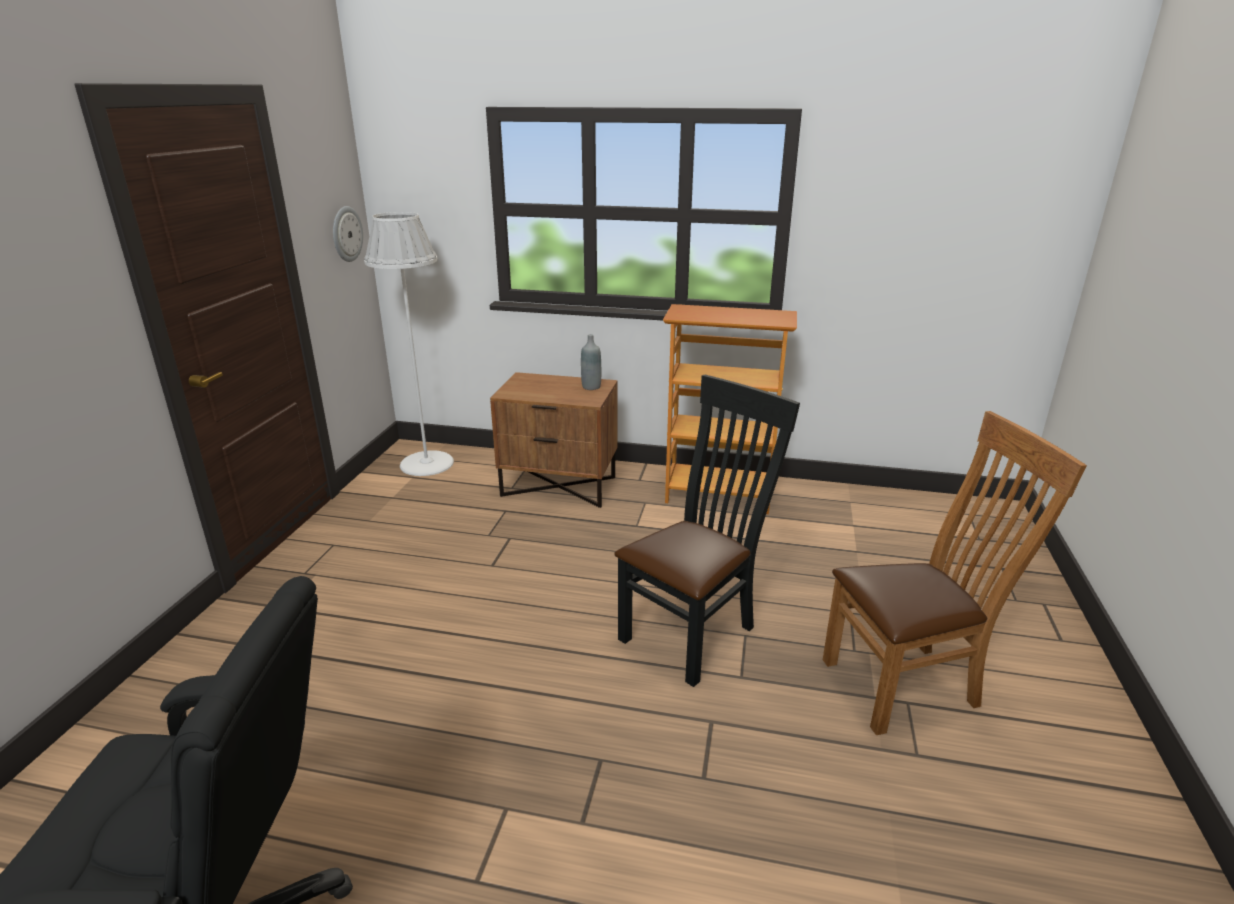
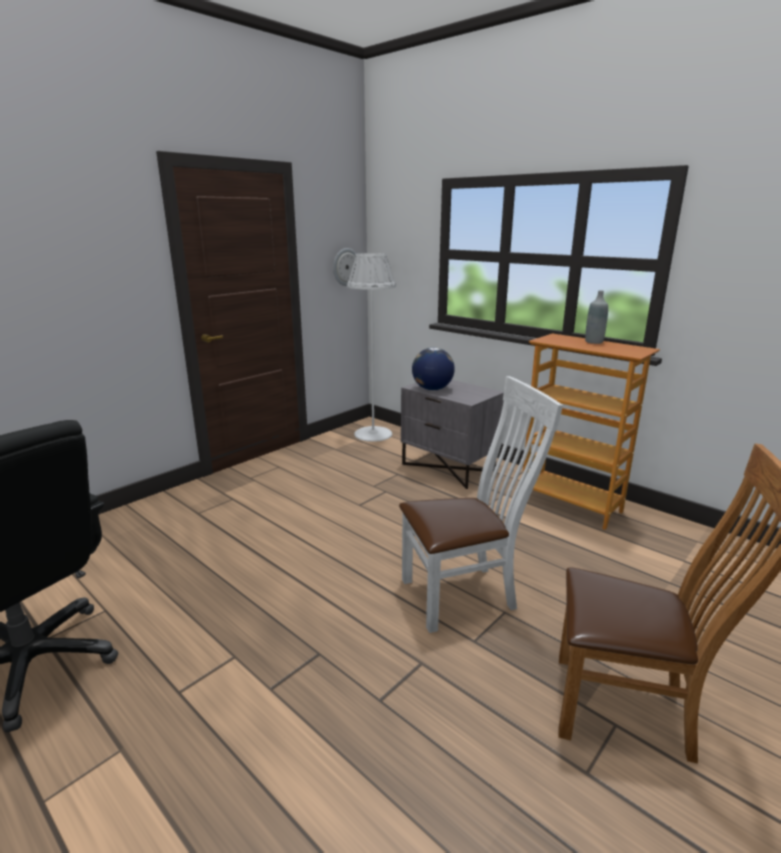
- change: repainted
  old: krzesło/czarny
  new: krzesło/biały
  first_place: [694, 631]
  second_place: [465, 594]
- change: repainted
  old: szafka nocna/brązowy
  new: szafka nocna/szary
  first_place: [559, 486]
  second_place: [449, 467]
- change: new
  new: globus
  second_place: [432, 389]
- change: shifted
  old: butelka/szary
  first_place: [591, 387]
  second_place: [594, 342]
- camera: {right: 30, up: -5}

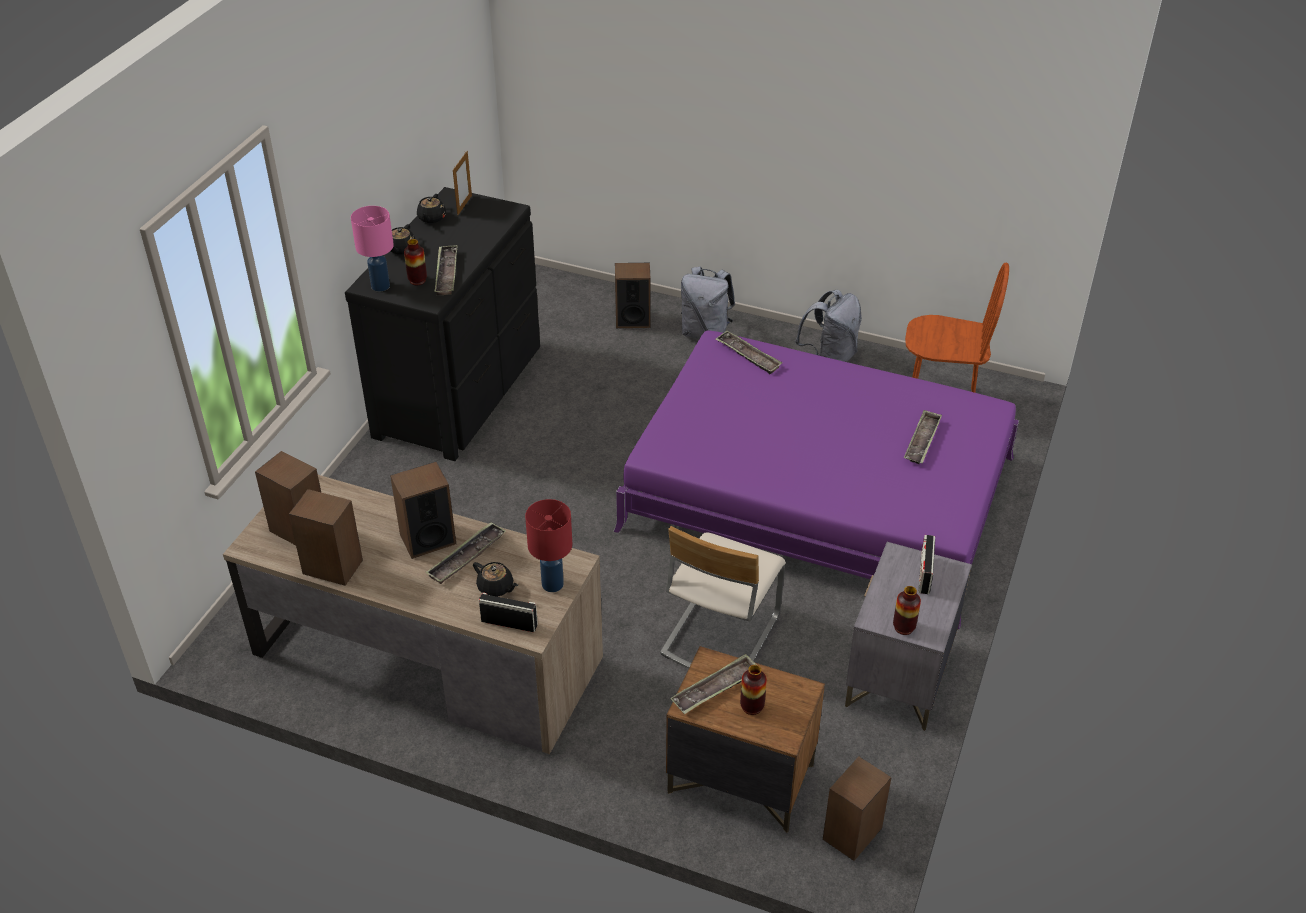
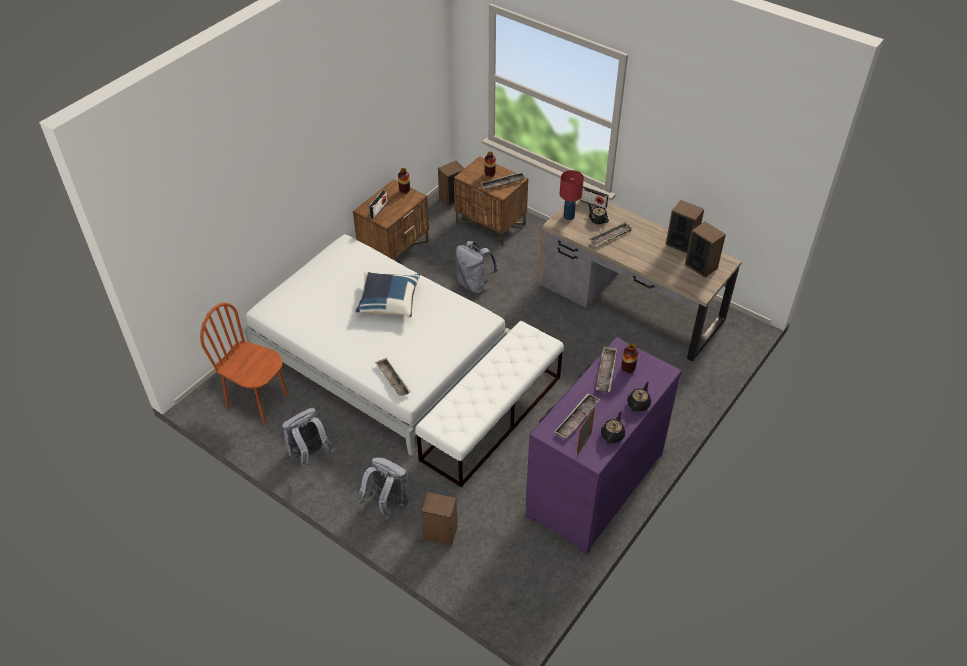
- change: repainted
  old: łóżko/fioletowy
  new: łóżko/biały
  first_place: [818, 493]
  second_place: [378, 351]
- change: repainted
  old: szafka nocna/szary
  new: szafka nocna/brązowy
  first_place: [899, 676]
  second_place: [394, 249]
- change: new
  new: poduszka/niebieski
  second_place: [388, 302]
- change: new
  new: ławka/biały
  second_place: [492, 417]
- change: swapped
  old: krzesło/beżowy
  new: plecak/szary
  first_place: [719, 634]
  second_place: [474, 284]
- change: repainted
  old: komoda/czarny
  new: komoda/fioletowy
  first_place: [461, 392]
  second_place: [592, 484]
- change: shifted
  old: taca
  first_place: [922, 441]
  second_place: [576, 418]
- change: gone
  old: lampa stołowa/różowy
  first_place: [380, 286]
- change: gone
  old: głośnik
  first_place: [427, 539]
- camera: {right: -165, up: 5}

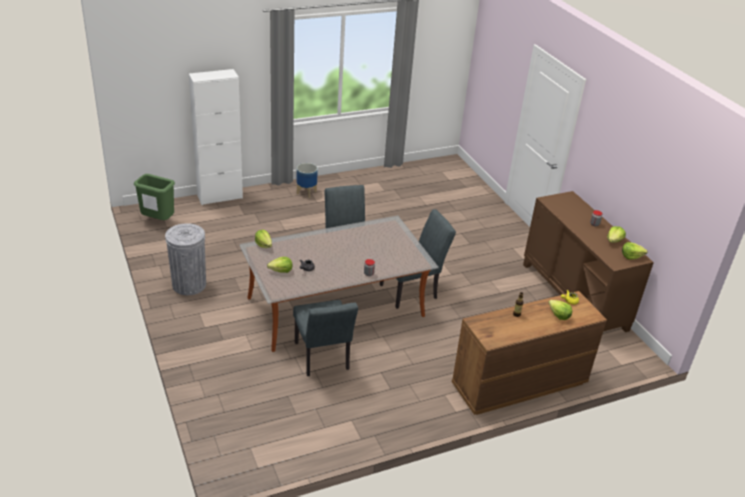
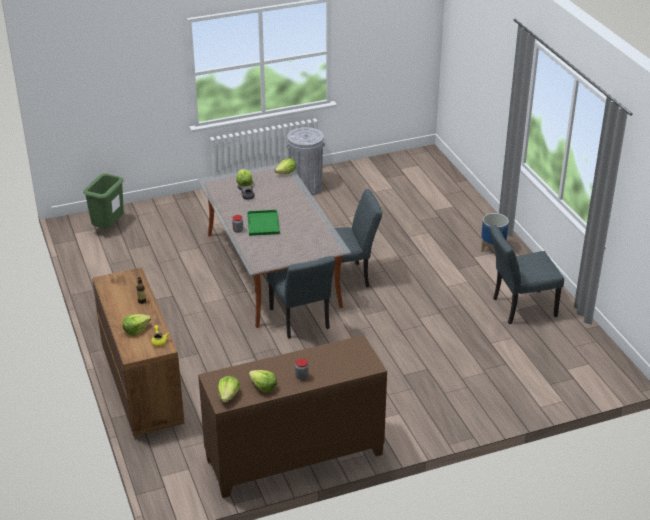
- change: shifted
  old: kosz na śmieci/zielony
  first_place: [157, 221]
  second_place: [108, 227]
- change: new
  new: taca/zielony
  second_place: [263, 224]
- change: shifted
  old: krzesło/szary
  first_place: [323, 359]
  second_place: [519, 308]
- change: gone
  old: szafka/biały
  first_place: [220, 197]
- camera: {right: 95, up: 0}

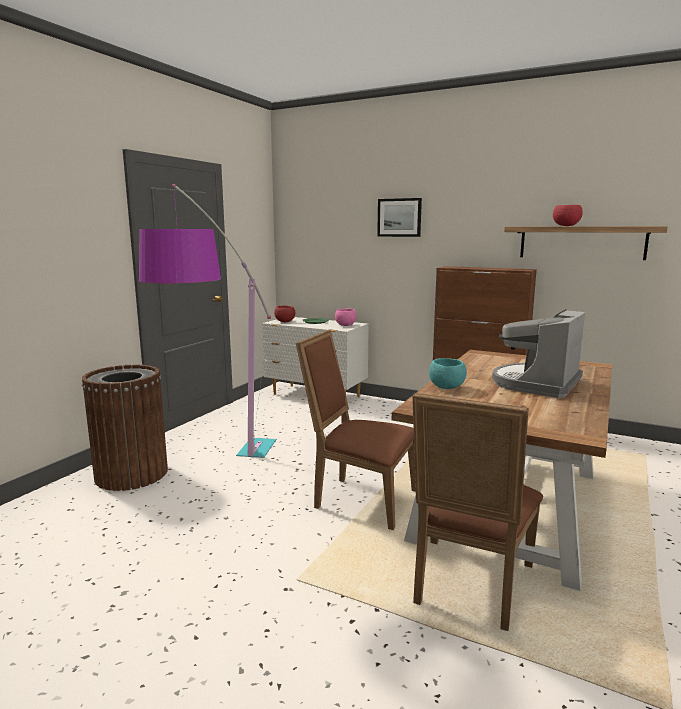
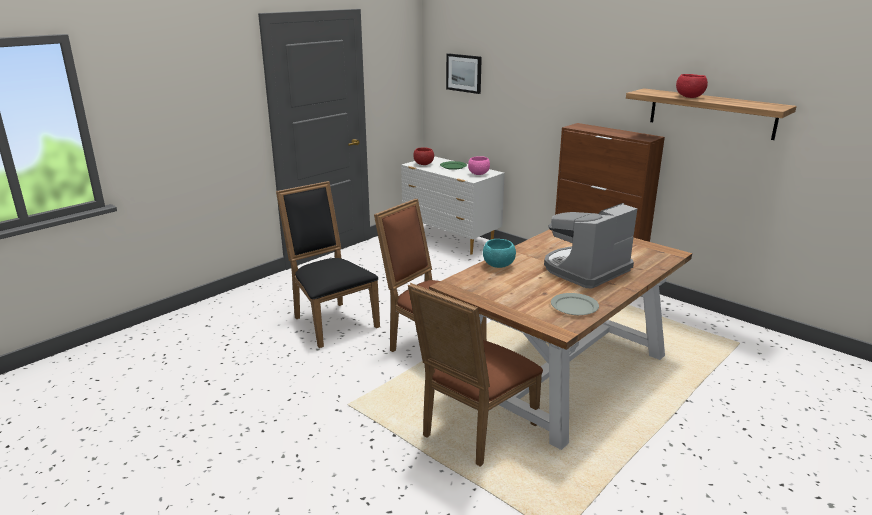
- change: swapped
  old: lampa stojąca
  new: krzesło/czarny
  first_place: [228, 485]
  second_place: [331, 321]
- change: shifted
  old: obraz
  first_place: [399, 217]
  second_place: [464, 73]
- change: new
  new: talerz/szary
  second_place: [574, 306]
- change: gone
  old: kosz na śmieci/brązowy
  first_place: [131, 474]
- camera: {right: 15, up: 10}

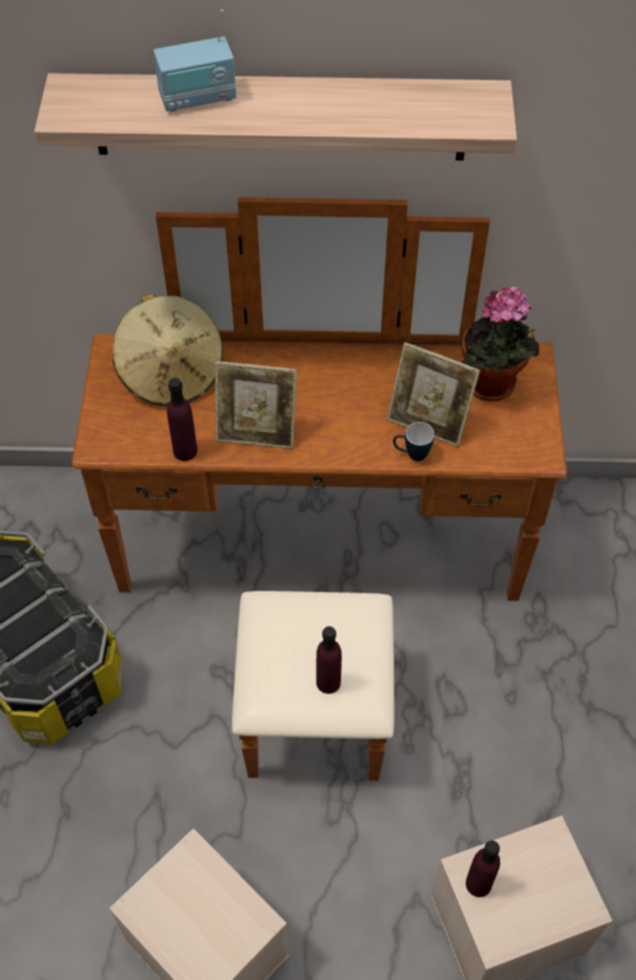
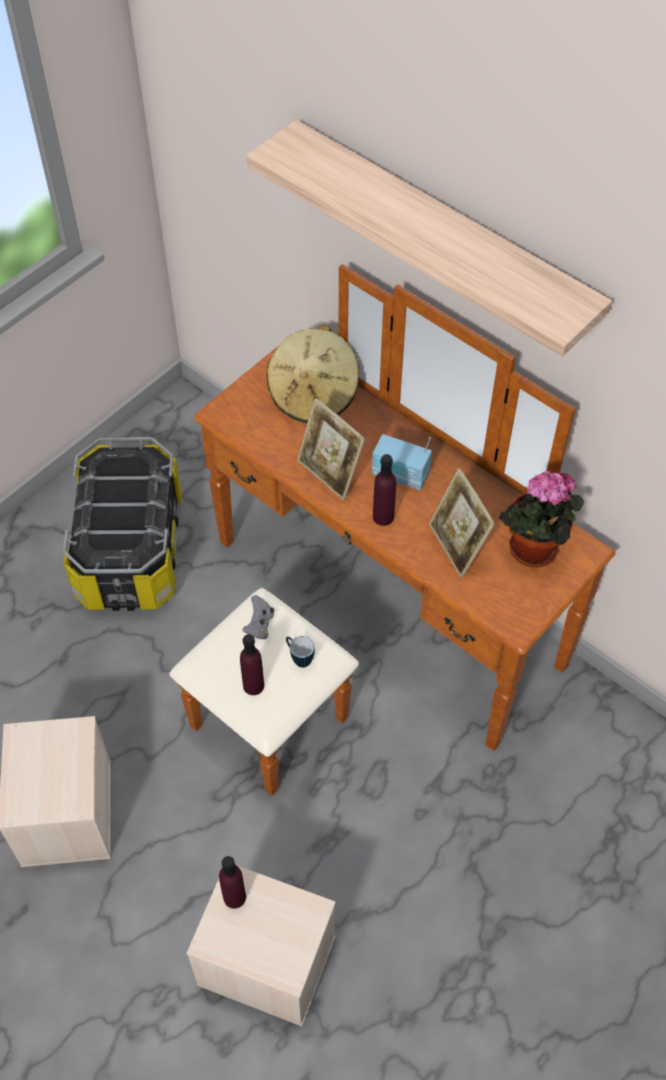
- change: new
  new: pad do gier/szary
  second_place: [259, 625]
- change: shifted
  old: kubek
  first_place: [411, 454]
  second_place: [299, 658]
- change: shifted
  old: radio
  first_place: [198, 98]
  second_place: [400, 475]
- change: shifted
  old: butelka/fioletowy
  first_place: [185, 451]
  second_place: [383, 517]
- camera: {right: 40, up: 0}

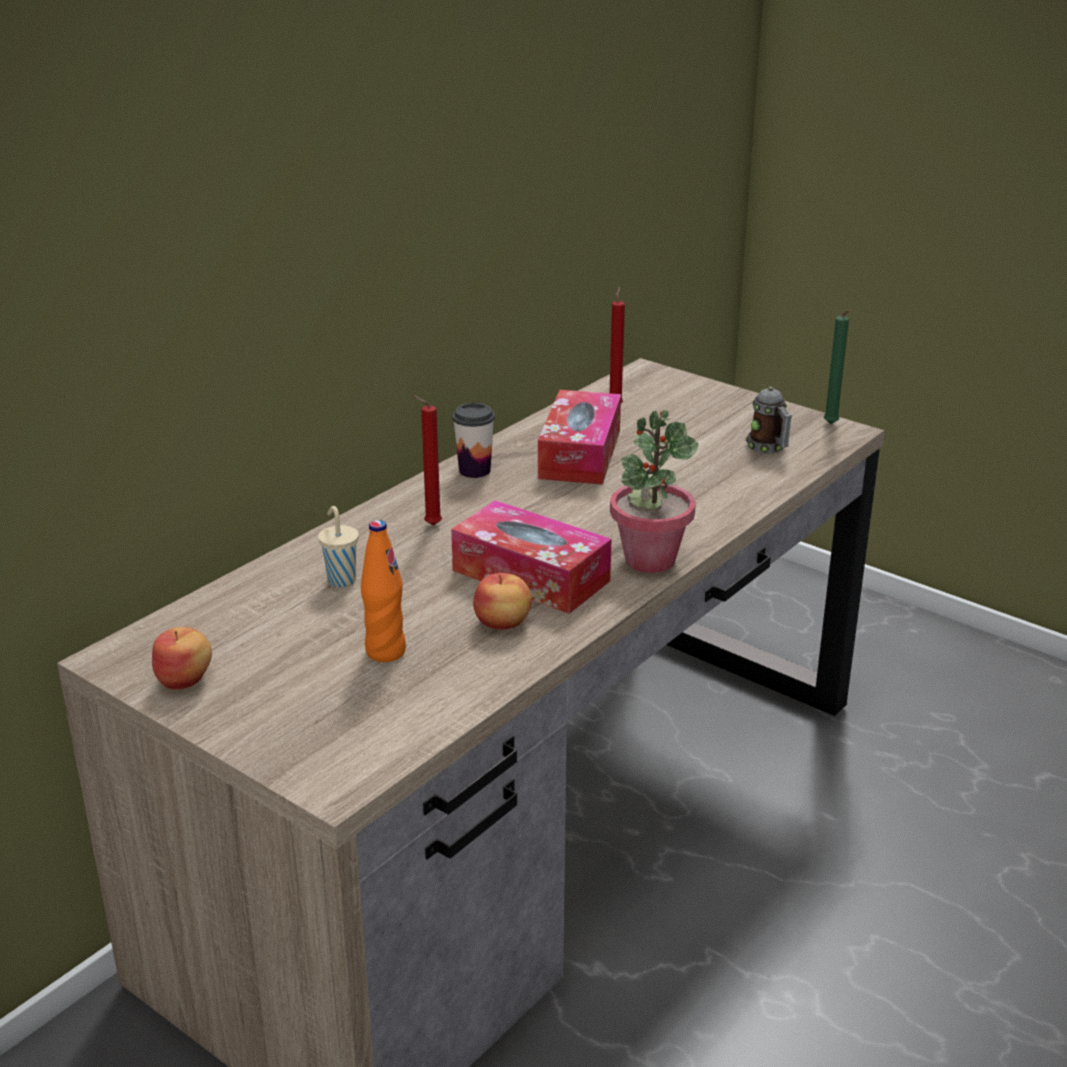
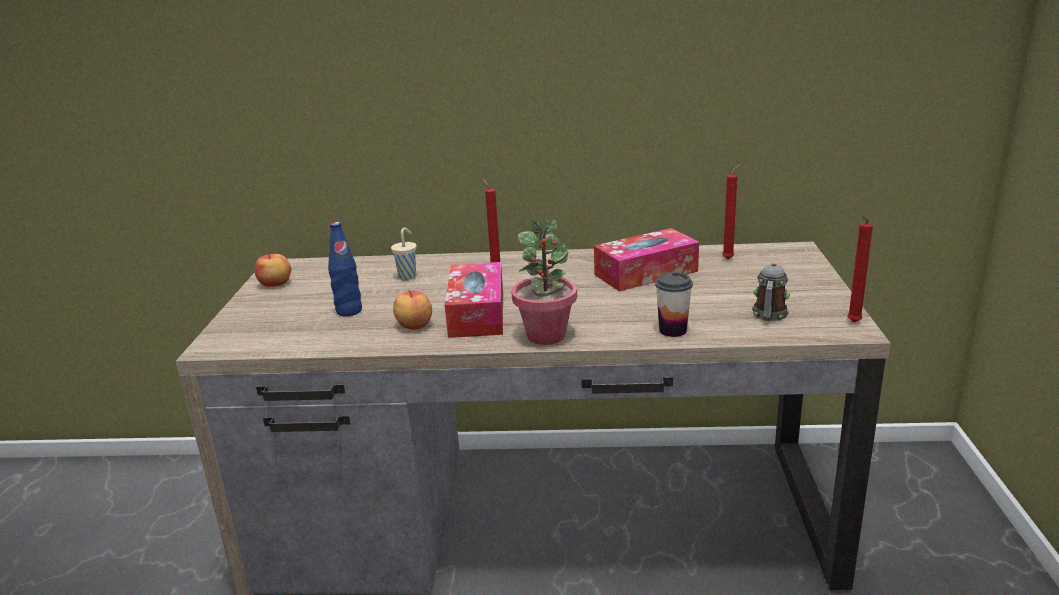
- change: repainted
  old: butelka/pomarańczowy
  new: butelka/niebieski
  first_place: [385, 651]
  second_place: [349, 311]
- change: shifted
  old: filiżanka
  first_place: [474, 470]
  second_place: [672, 330]
- change: repainted
  old: świeca/zielony
  new: świeca/czerwony
  first_place: [831, 425]
  second_place: [852, 323]
- camera: {right: 55, up: -5}

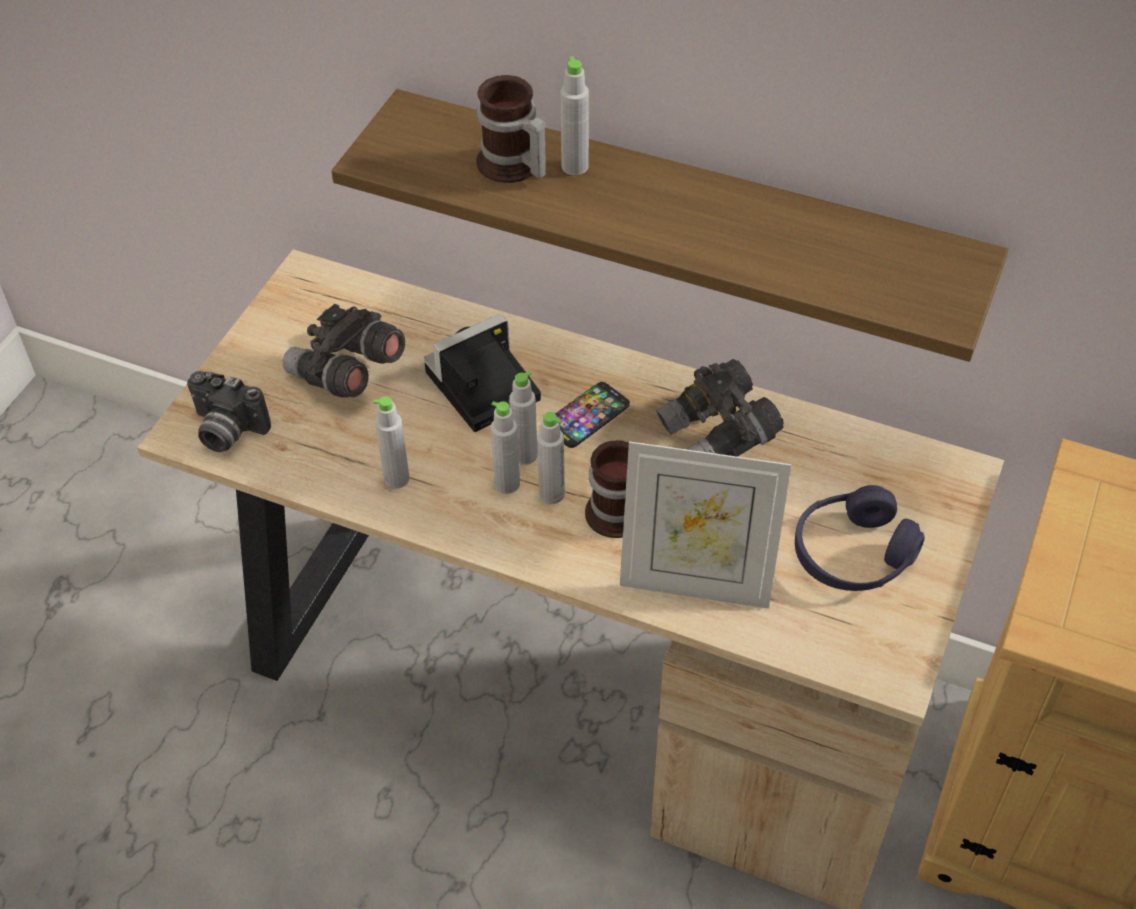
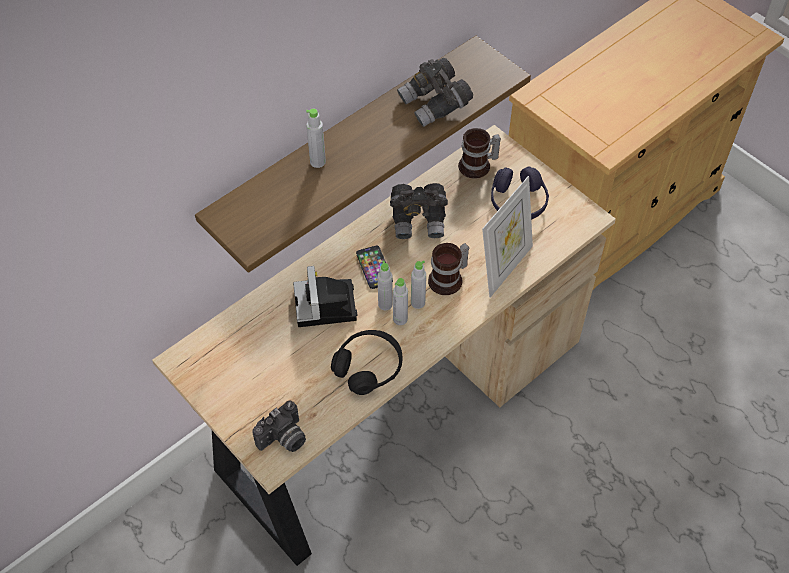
- change: swapped
  old: butelka/szary
  new: słuchawki/czarny
  first_place: [396, 479]
  second_place: [368, 367]
- change: shifted
  old: lornetka/szary
  first_place: [346, 372]
  second_place: [435, 104]
- change: shifted
  old: kubek
  first_place: [511, 167]
  second_place: [478, 166]
- camera: {right: -65, up: 5}

